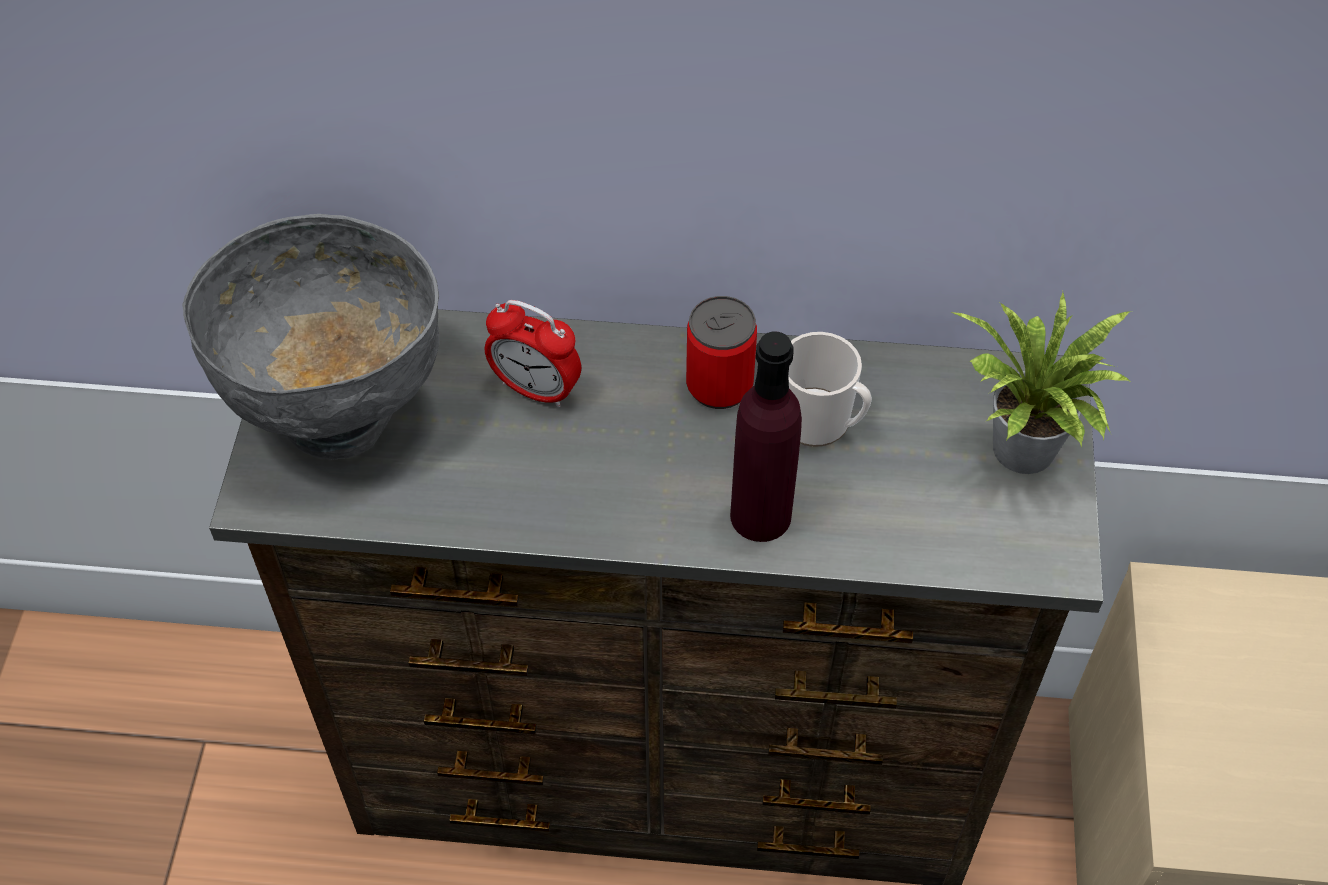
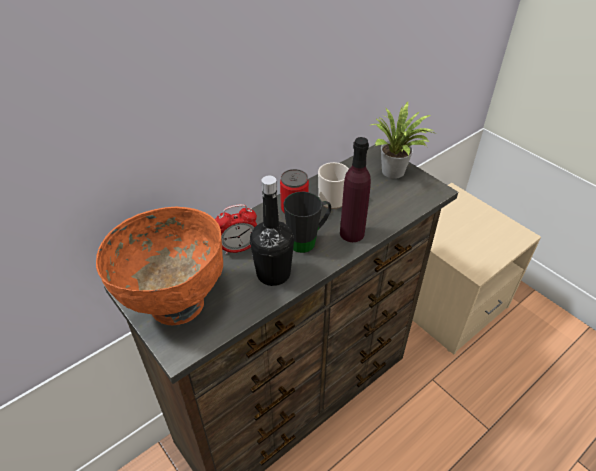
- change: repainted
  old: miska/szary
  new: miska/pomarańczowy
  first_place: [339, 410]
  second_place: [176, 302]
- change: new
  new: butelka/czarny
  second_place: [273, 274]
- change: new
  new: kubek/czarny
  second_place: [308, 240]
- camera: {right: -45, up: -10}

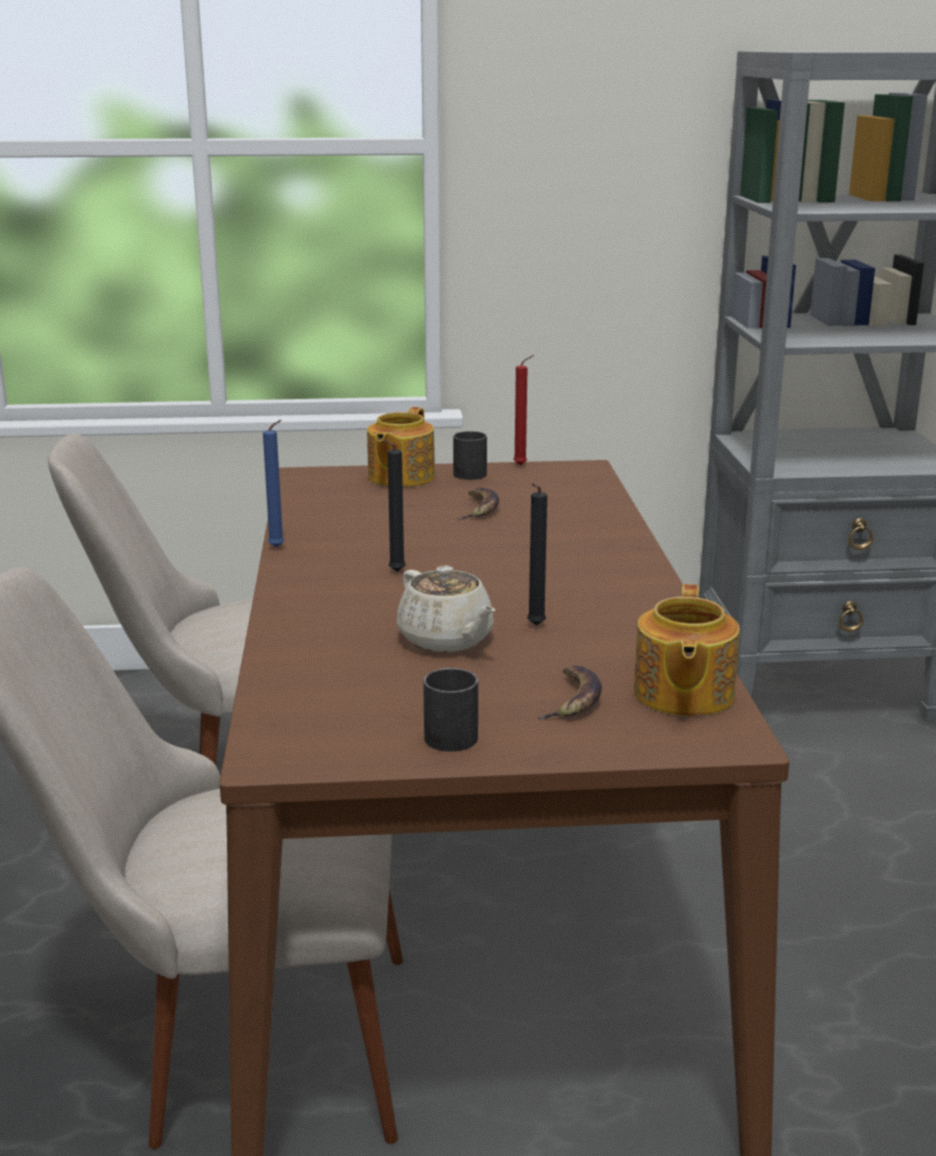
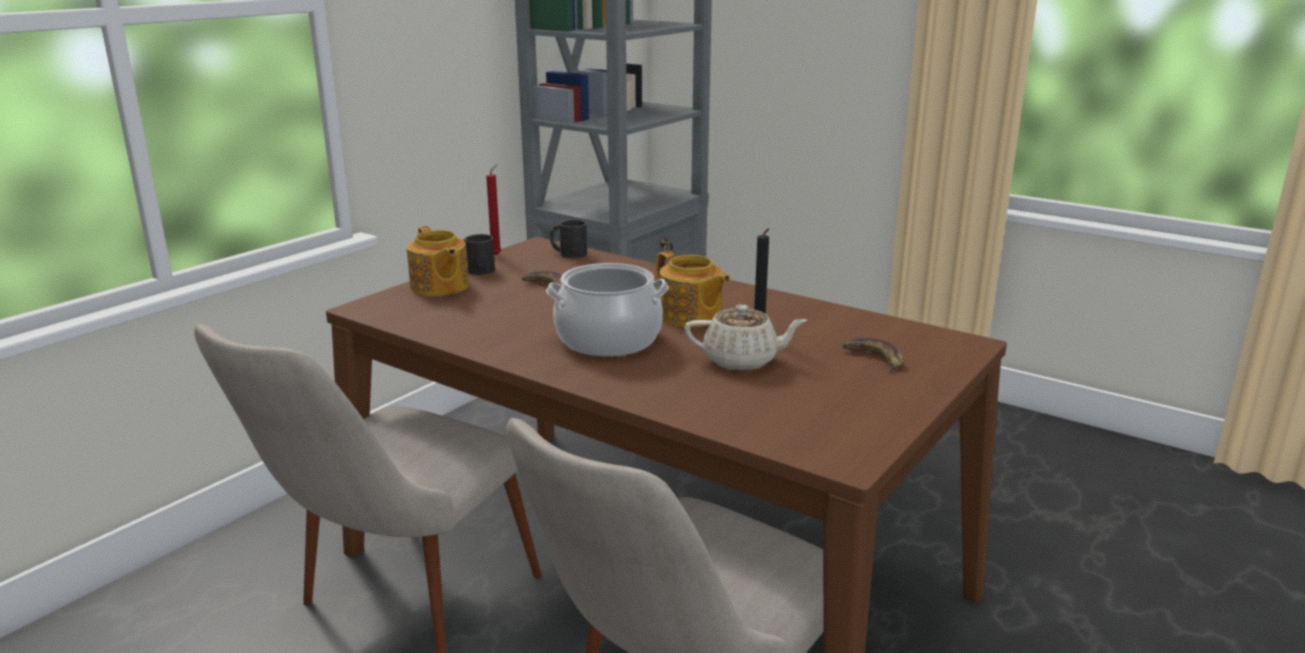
- change: swapped
  old: świeca/czarny
  new: garnek
  first_place: [395, 572]
  second_place: [608, 340]
- change: shifted
  old: kubek/czarny
  first_place: [446, 732]
  second_place: [568, 253]
- change: shifted
  old: imbryk
  first_place: [682, 694]
  second_place: [690, 316]
- change: gone
  old: świeca/niebieski
  first_place: [278, 548]
- camera: {right: -50, up: 0}

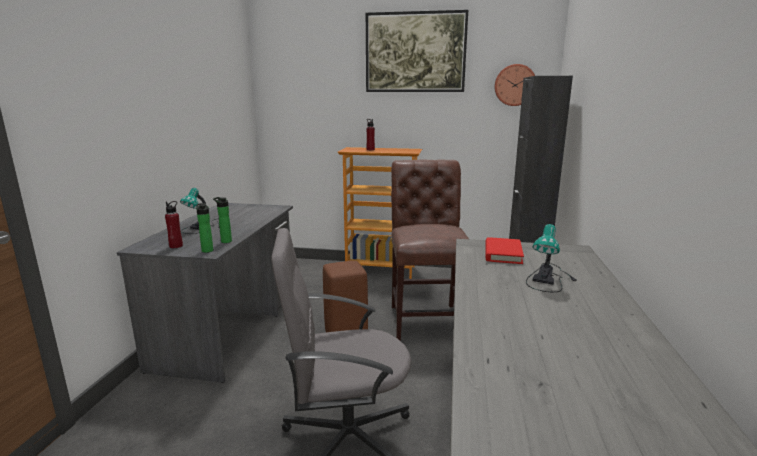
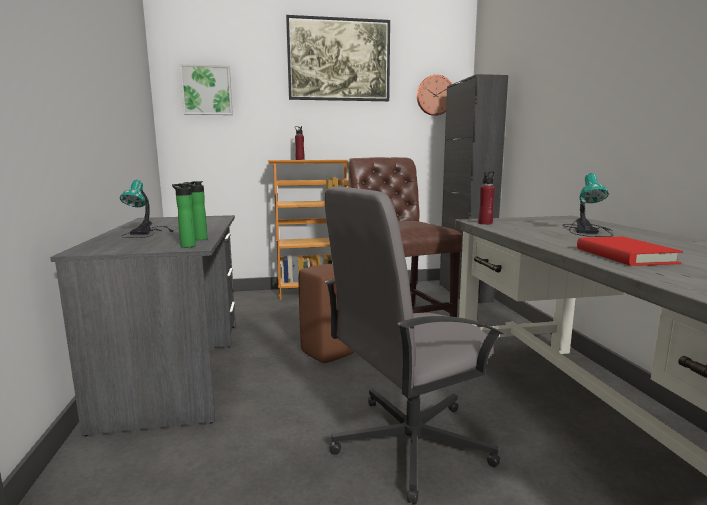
- change: new
  new: obraz
  second_place: [207, 90]
- change: shifted
  old: butelka/czerwony
  first_place: [176, 246]
  second_place: [485, 223]
- change: shifted
  old: książka/czerwony
  first_place: [503, 253]
  second_place: [624, 256]
- camera: {right: -20, up: -5}

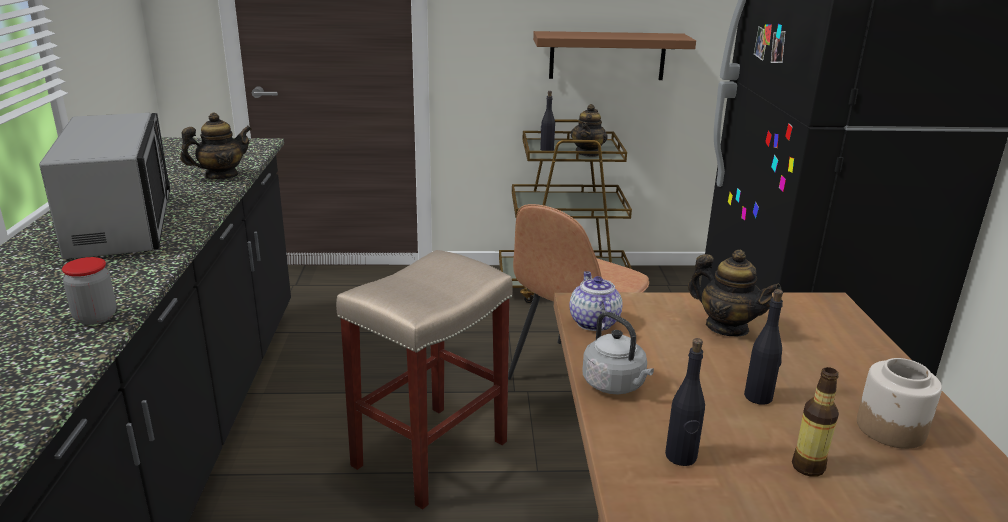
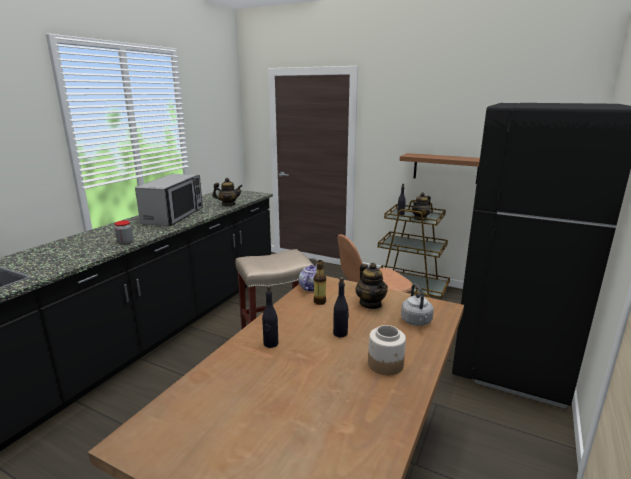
- change: shifted
  old: butelka
  first_place: [807, 467]
  second_place: [319, 302]
- change: shifted
  old: czajnik/szary
  first_place: [615, 385]
  second_place: [417, 322]
- camera: {right: 30, up: -5}

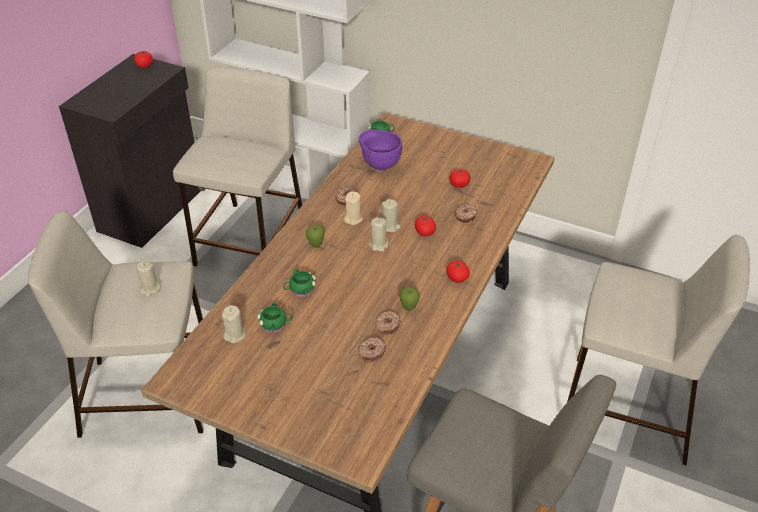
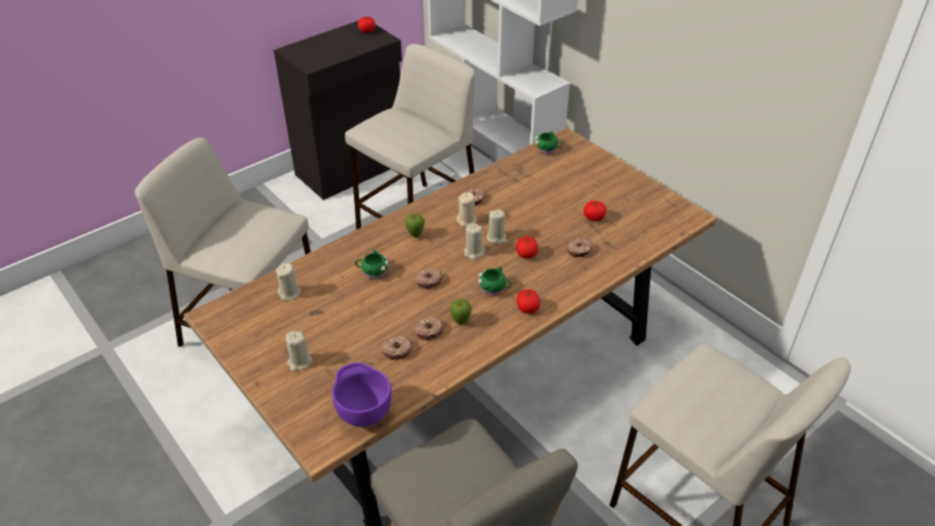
- change: shifted
  old: świeca/beżowy
  first_place: [150, 289]
  second_place: [299, 362]
- change: shifted
  old: miska/fioletowy
  first_place: [379, 165]
  second_place: [363, 413]
- change: new
  new: donut
  second_place: [428, 281]
- change: shifted
  old: kubek/zielony
  first_place: [276, 325]
  second_place: [494, 289]
- camera: {right: 25, up: 0}

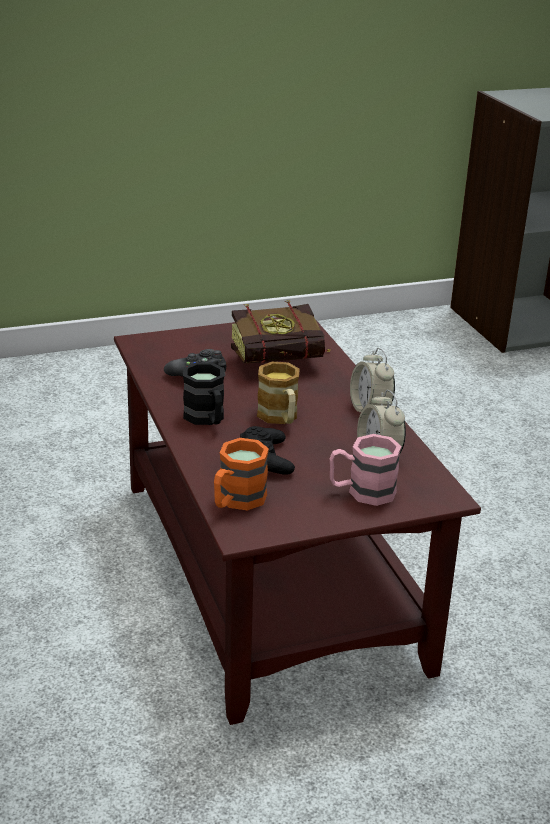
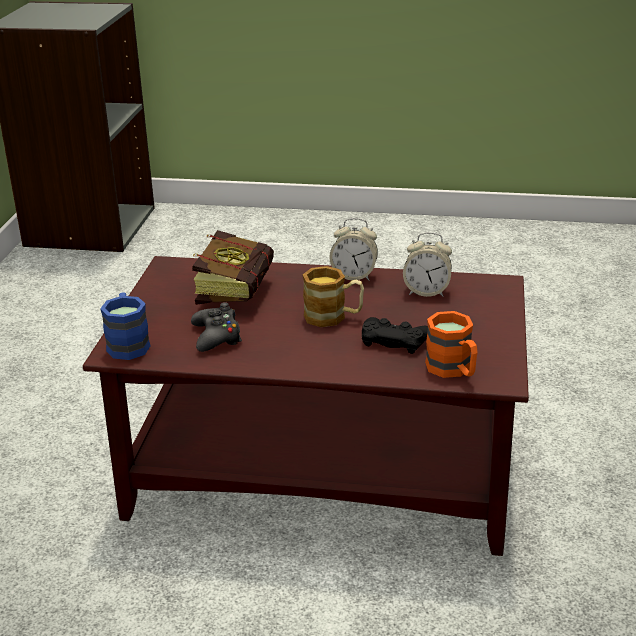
- change: new
  new: kubek/niebieski
  second_place: [128, 343]
- change: gone
  old: kubek/czarny
  first_place: [207, 419]
- change: gone
  old: kubek/różowy
  first_place: [362, 492]
- camera: {right: -60, up: 0}

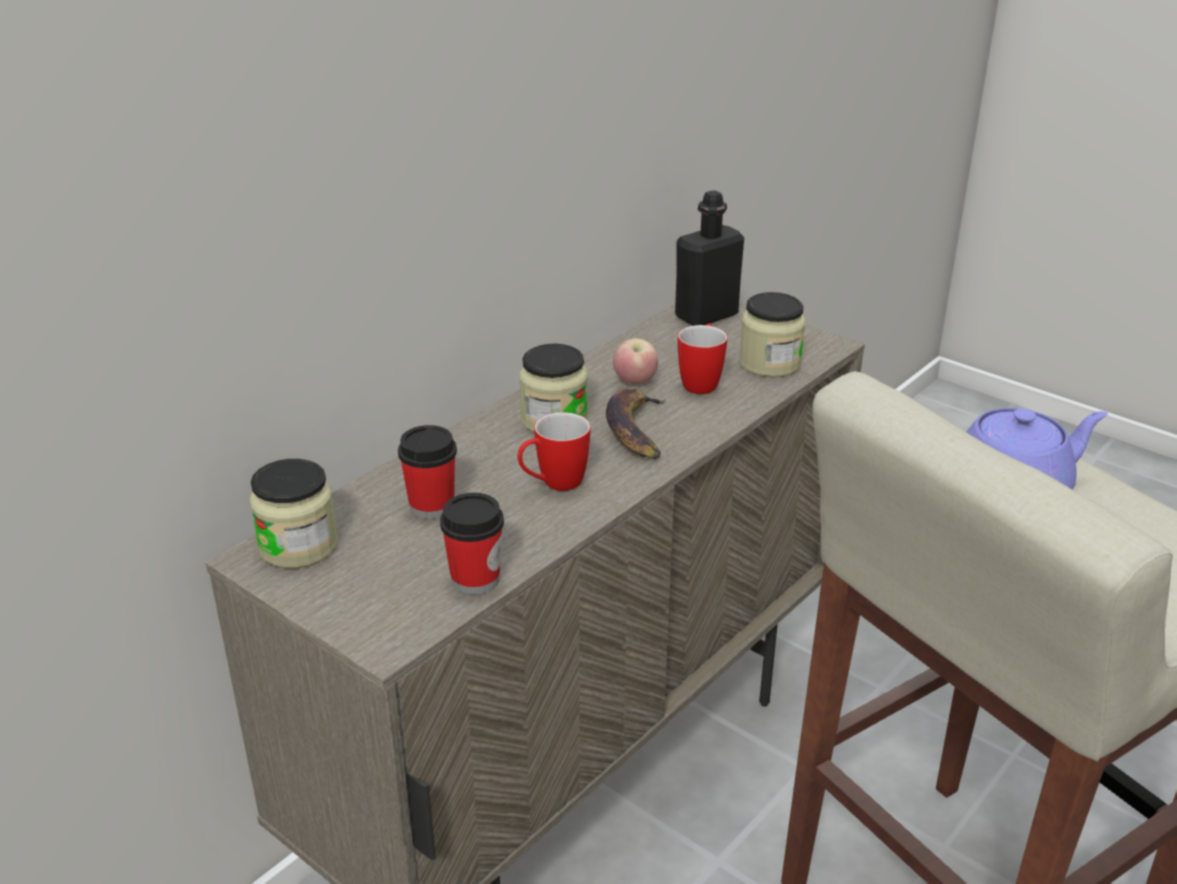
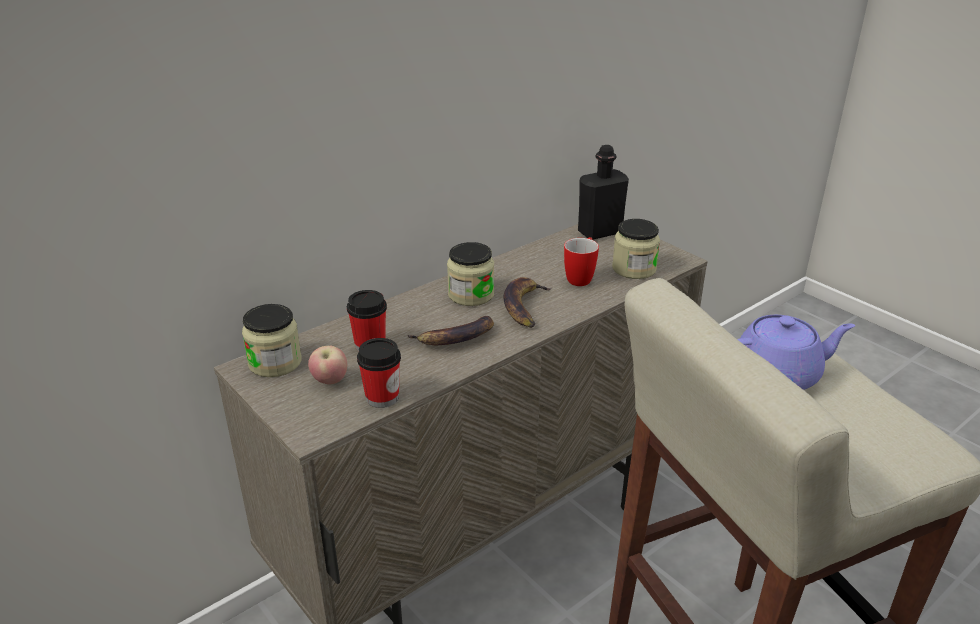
- change: shifted
  old: jabłko
  first_place: [635, 382]
  second_place: [330, 381]
- change: swapped
  old: kubek
  new: banan
  first_place: [553, 485]
  second_place: [455, 338]
- camera: {right: 10, up: 0}

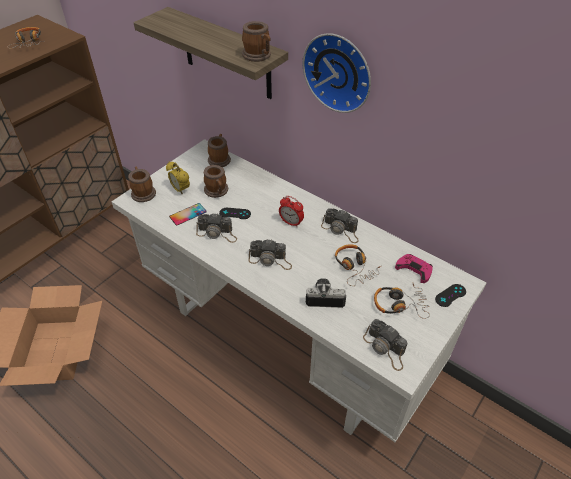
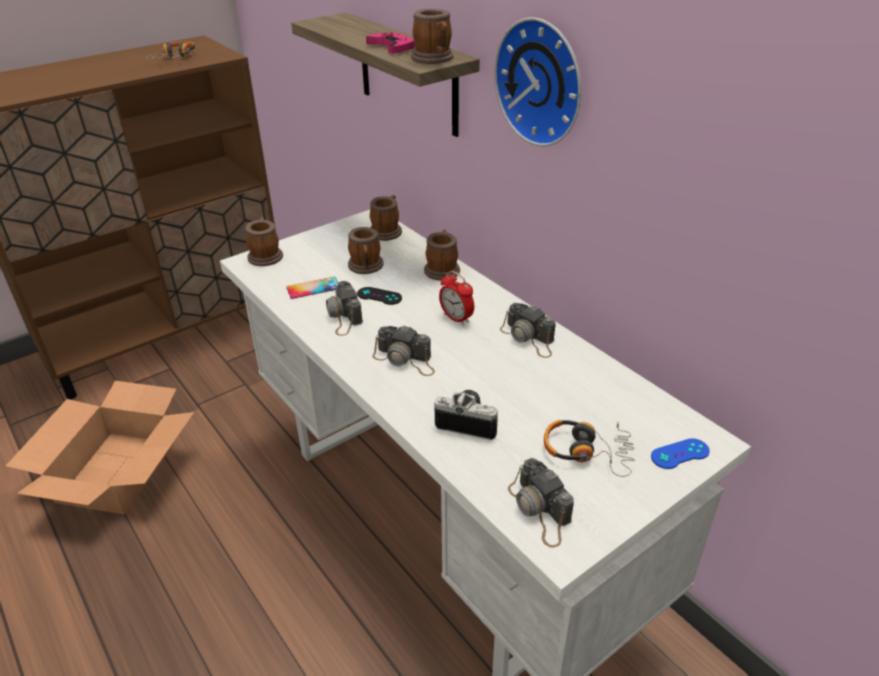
- change: rotated
  old: aparat fotograficzny
  first_place: [217, 233]
  second_place: [343, 316]
  degrees: 45
- change: shifted
  old: pad do gier/różowy
  first_place: [414, 269]
  second_place: [392, 47]
- change: new
  new: kubek
  second_place: [442, 269]
- change: repainted
  old: pad do gier/czarny
  new: pad do gier/niebieski
  first_place: [450, 295]
  second_place: [680, 454]
- change: gone
  old: budzik
  first_place: [180, 190]
- change: gone
  old: słuchawki
  first_place: [355, 267]
- camera: {right: 15, up: -10}

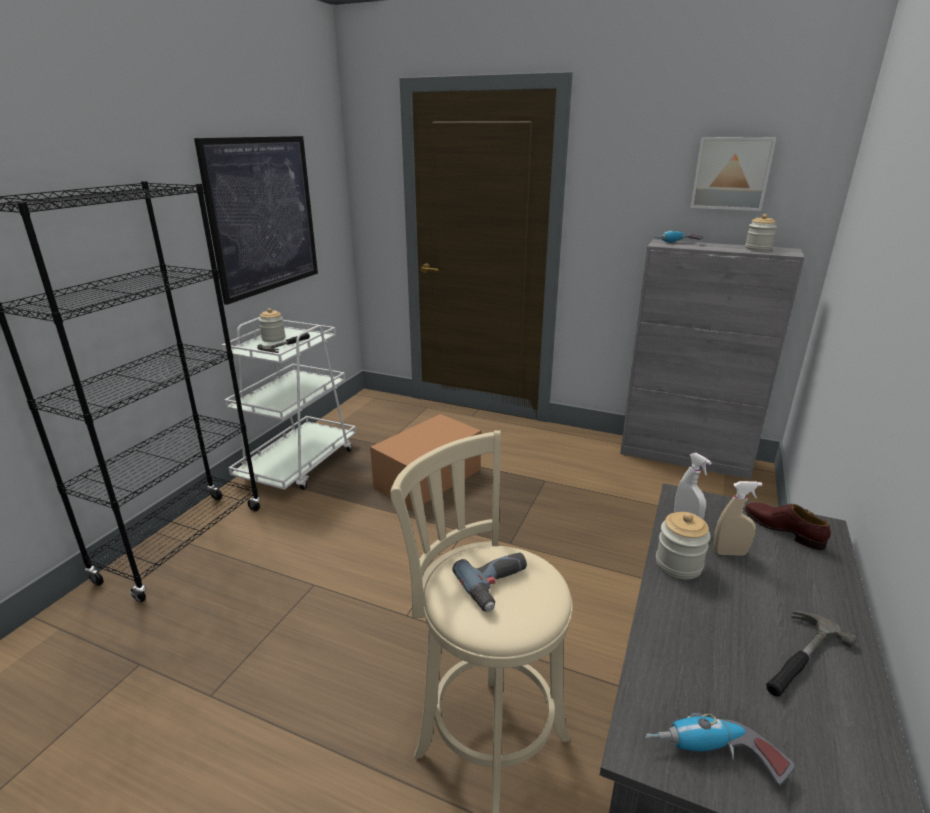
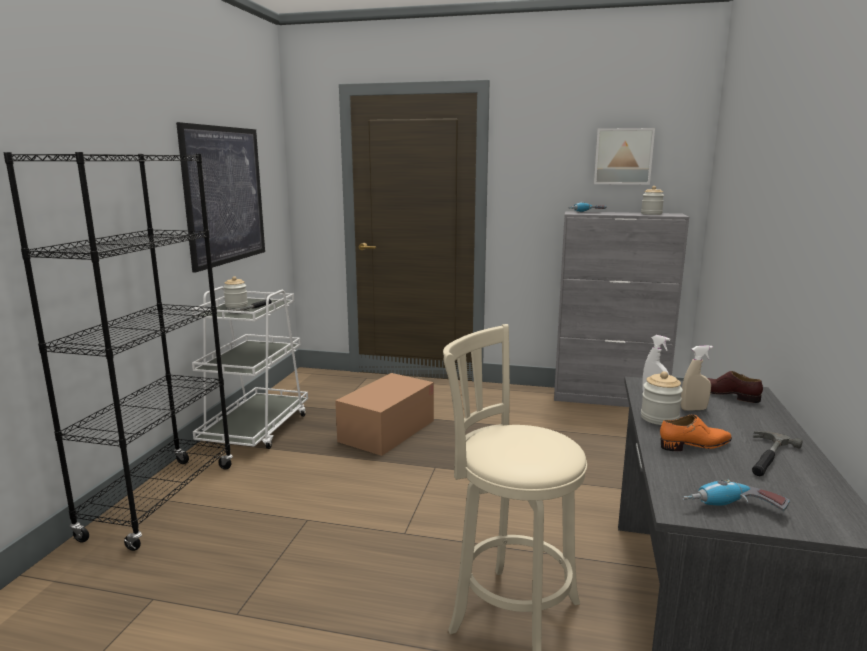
- change: new
  new: but/pomarańczowy
  second_place: [695, 445]
- change: gone
  old: wiertarka
  first_place: [498, 586]
- camera: {right: -10, up: -10}

